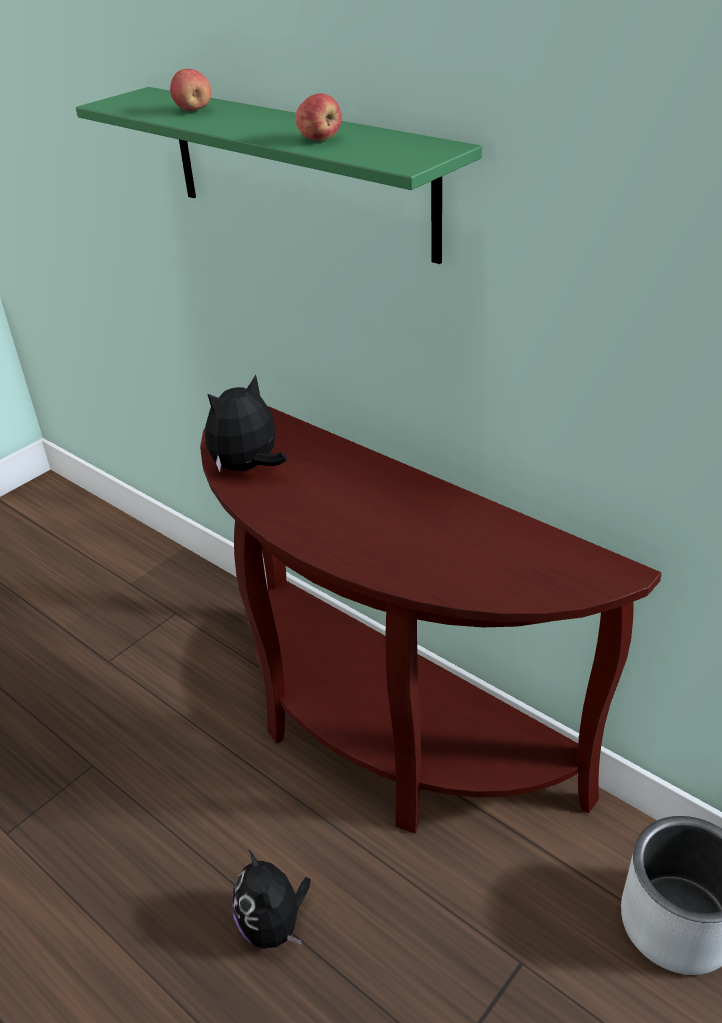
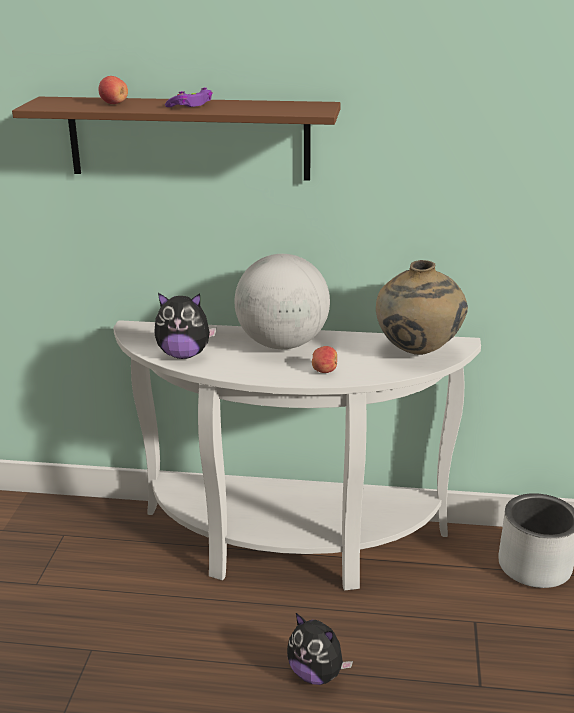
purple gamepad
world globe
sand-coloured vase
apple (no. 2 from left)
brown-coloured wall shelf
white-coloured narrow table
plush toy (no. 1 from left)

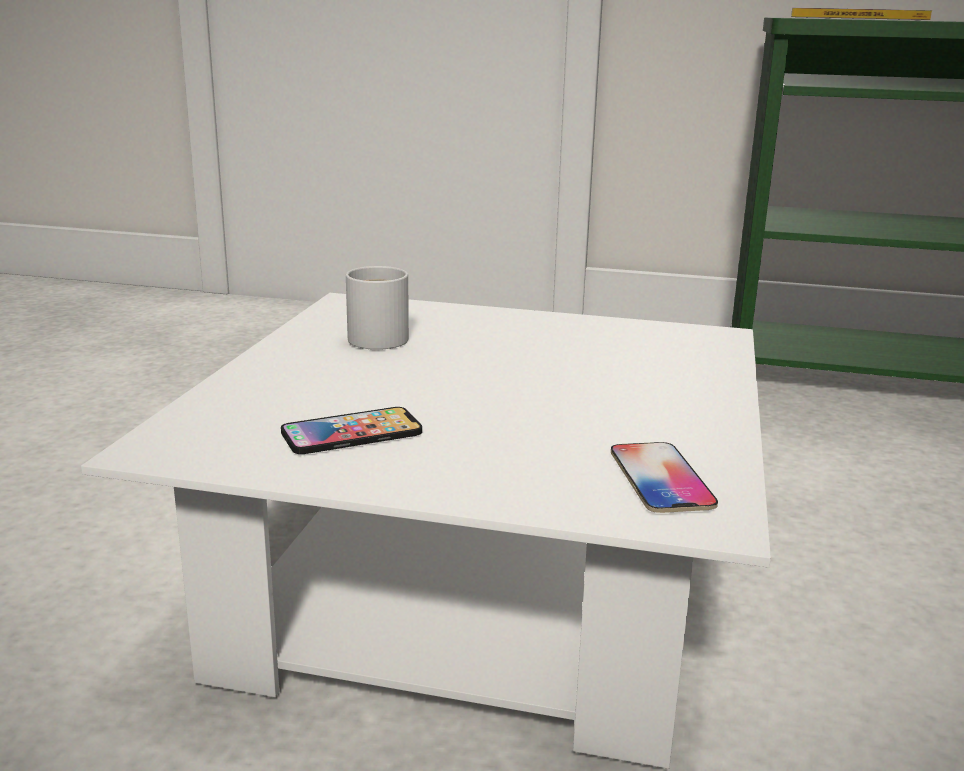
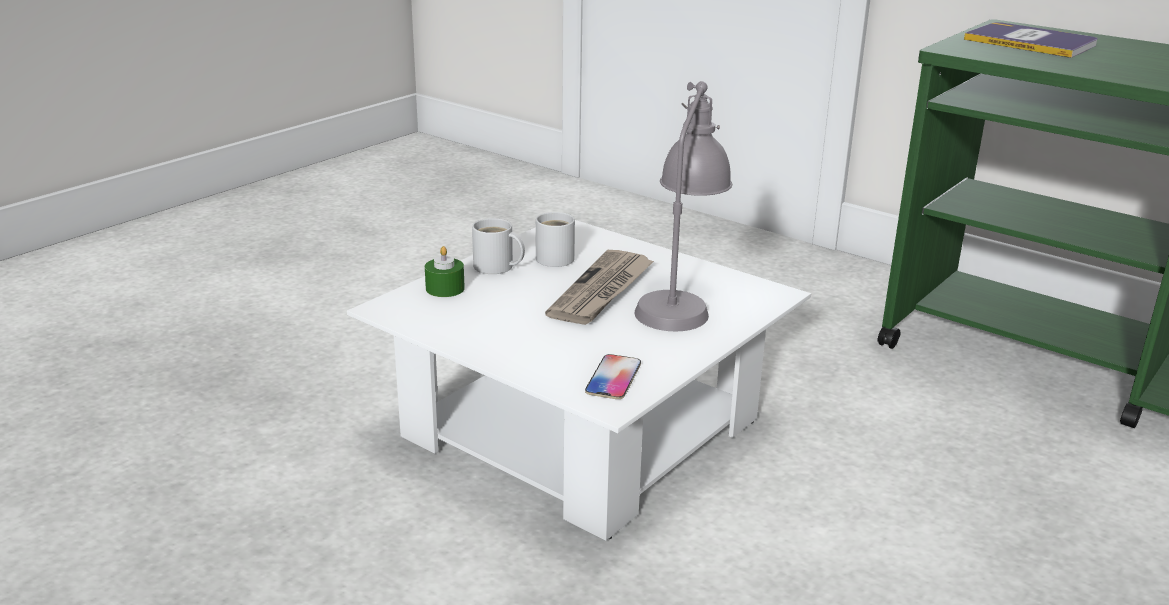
telephone (no. 1 from left in the first image)
greenish candle
white-coloured coffee mug (no. 1 from left)
printed paper
grey tabletop lamp

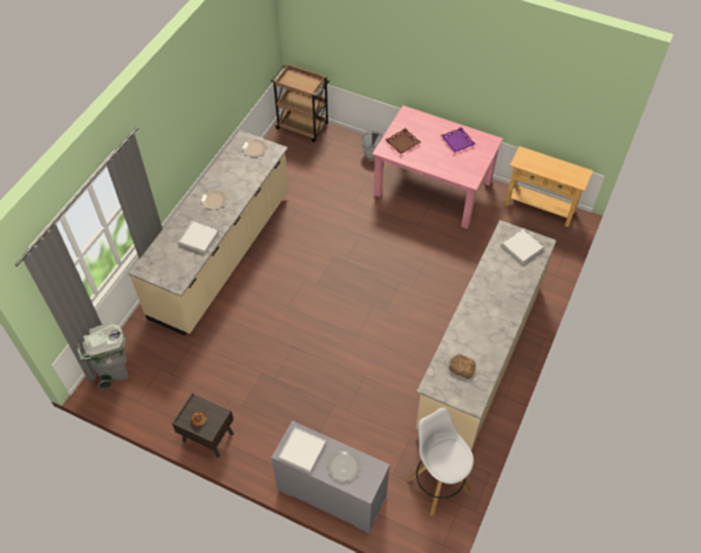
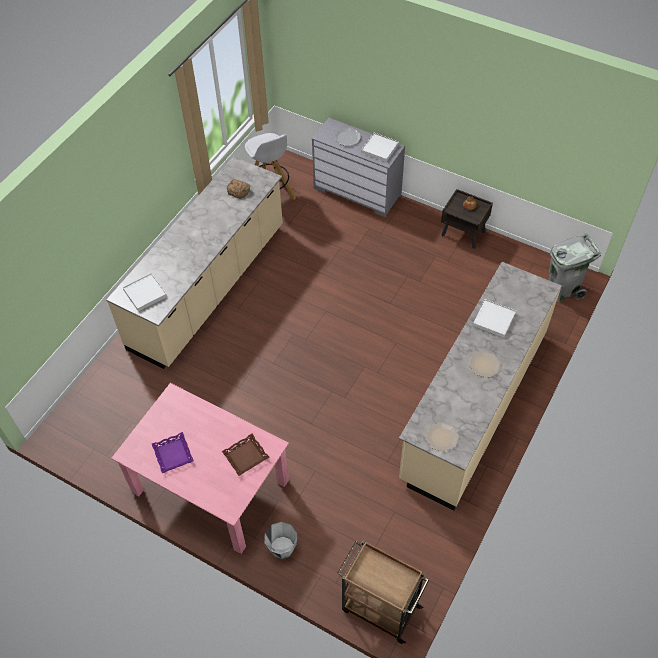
sand-coloured narrow table

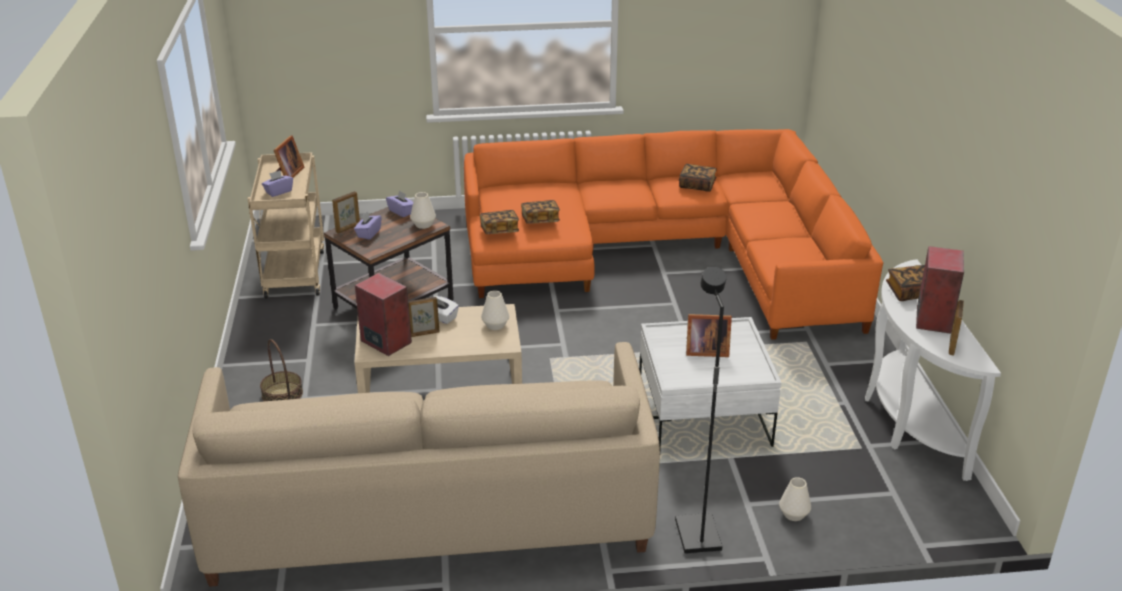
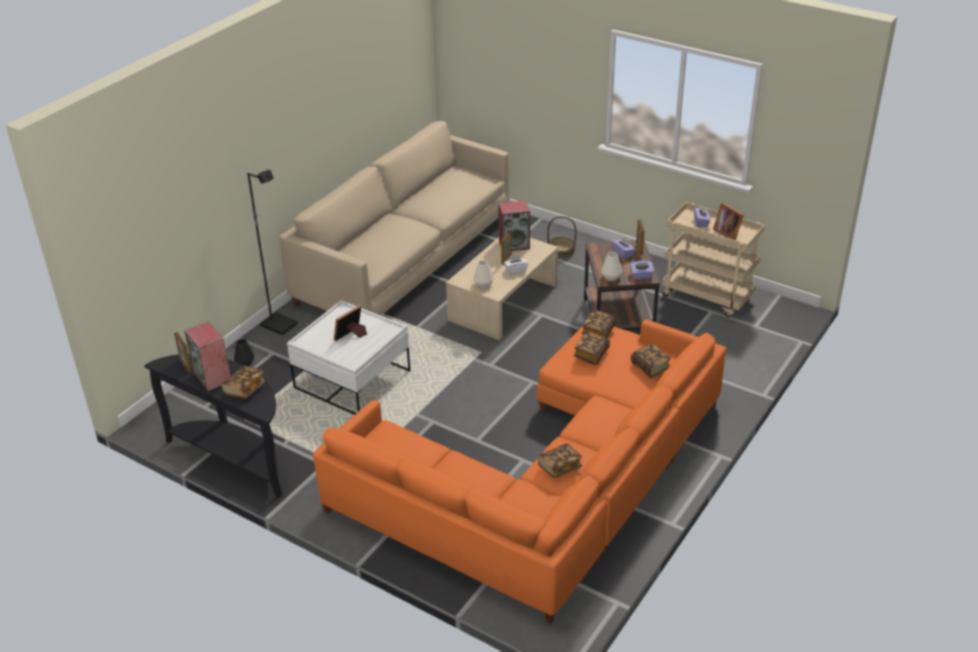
bound book (no. 5 from left)
black vase
black narrow table

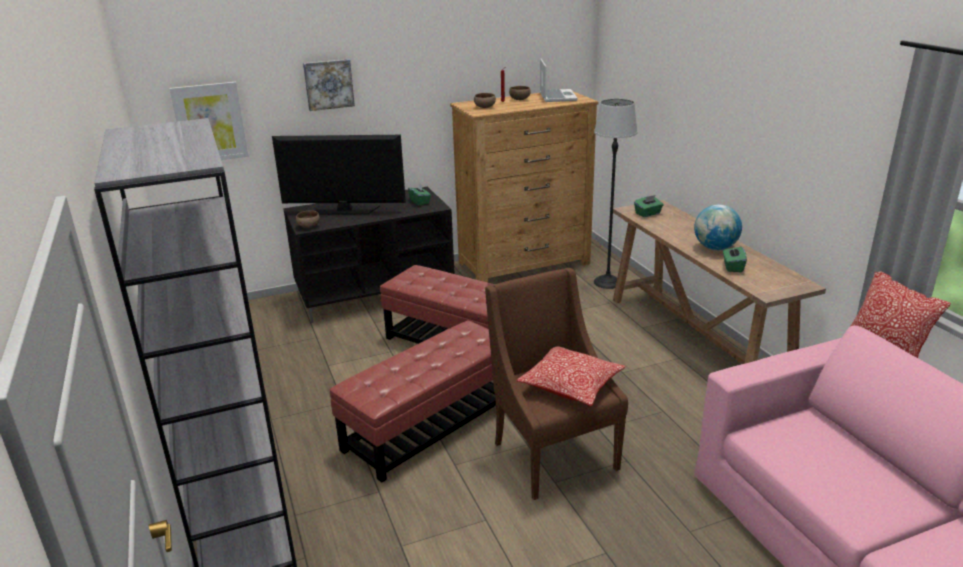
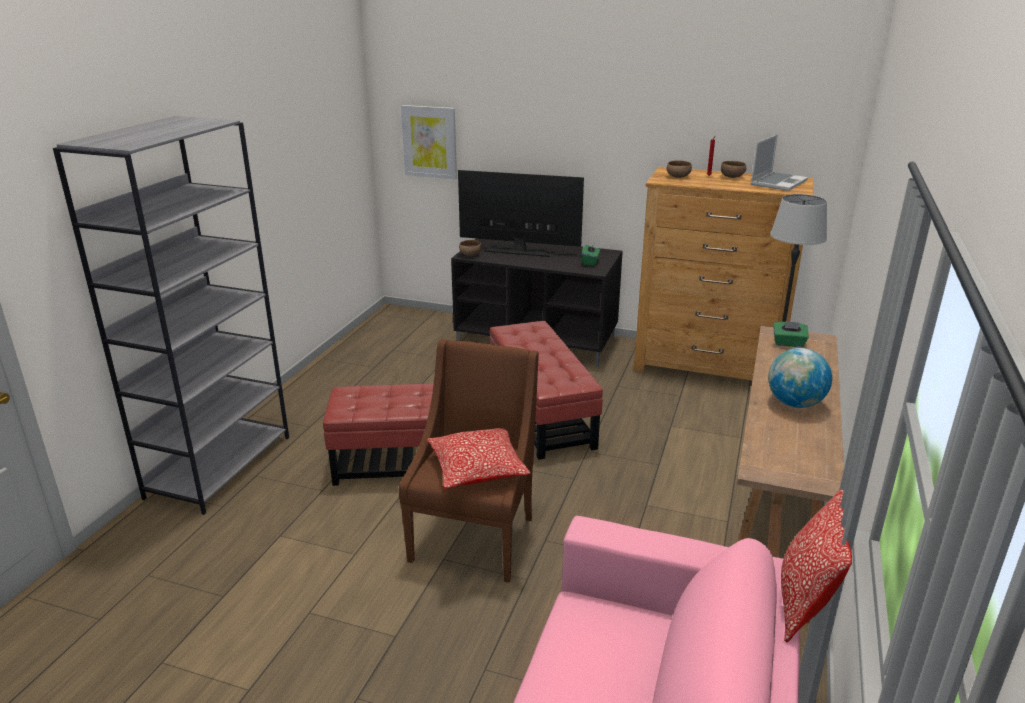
wall art (no. 2 from left in the first image)
greenish tissue box (no. 3 from left in the first image)
TV set

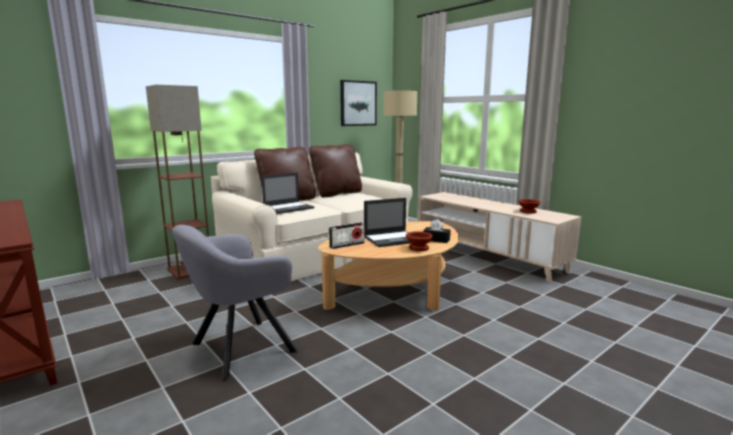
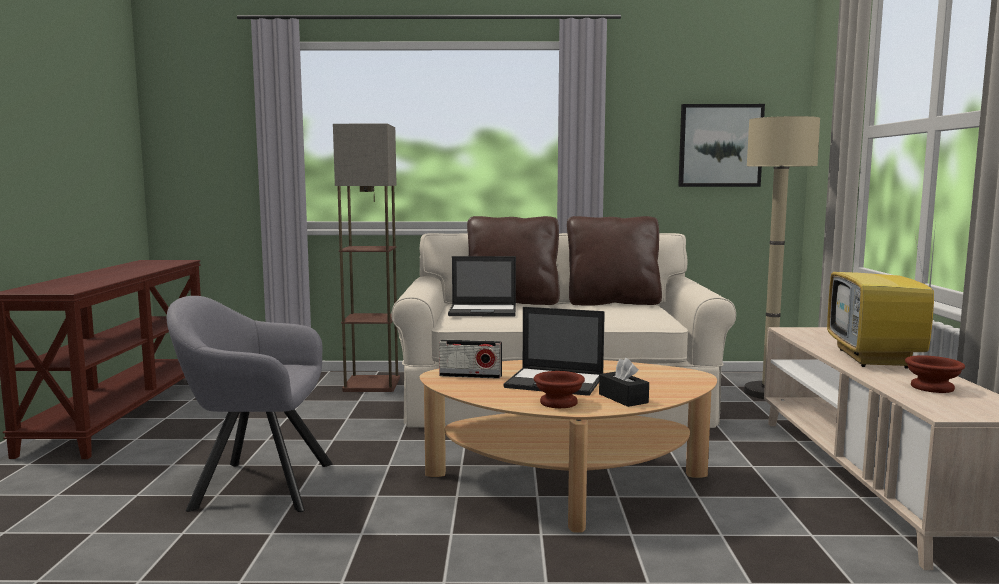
TV set

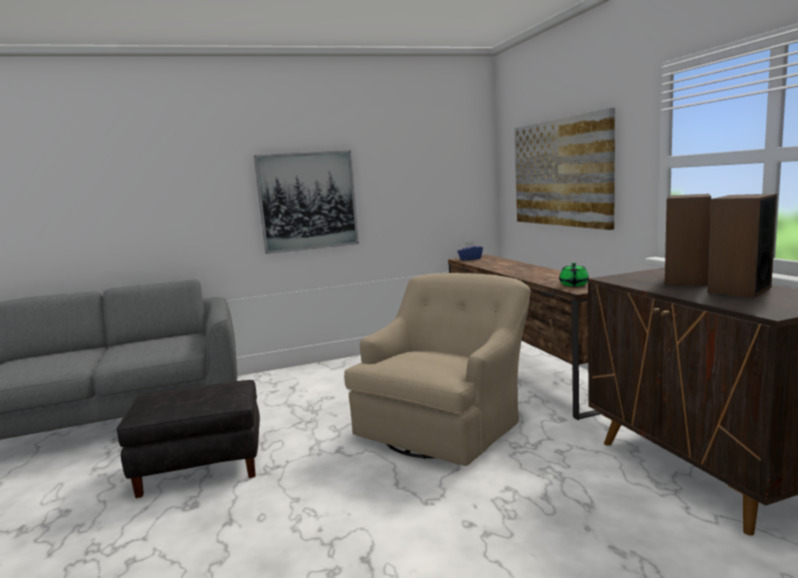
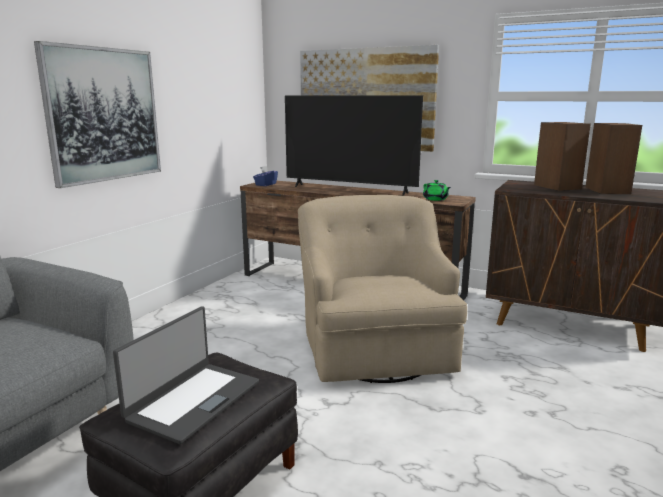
portable computer
TV set

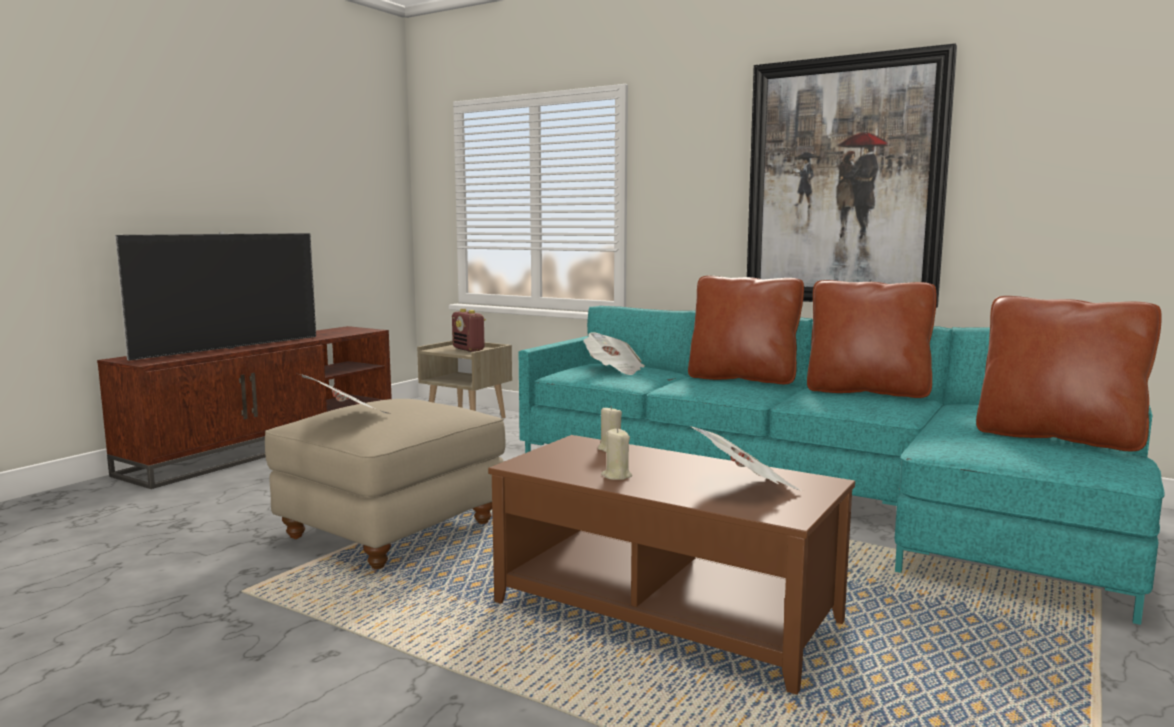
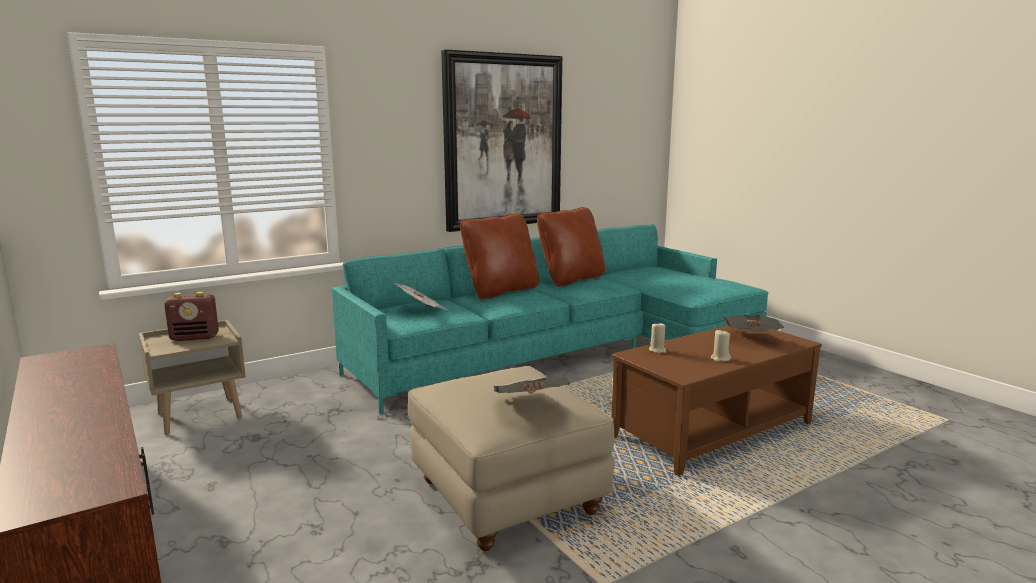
TV set
brown-coloured throw pillow (no. 3 from left in the first image)

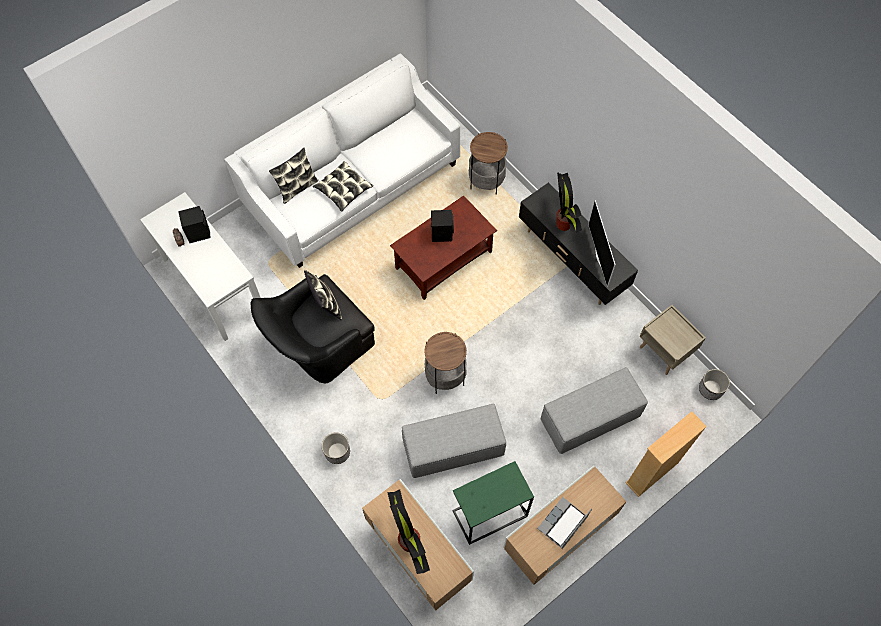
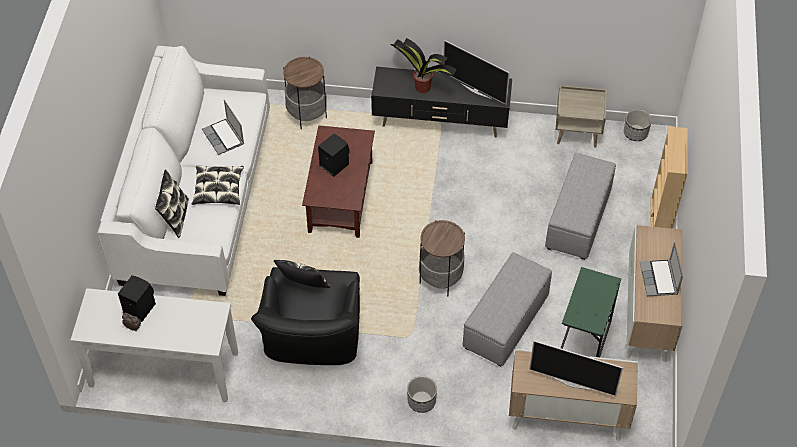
portable computer (no. 1 from left)
TV set (no. 2 from left)

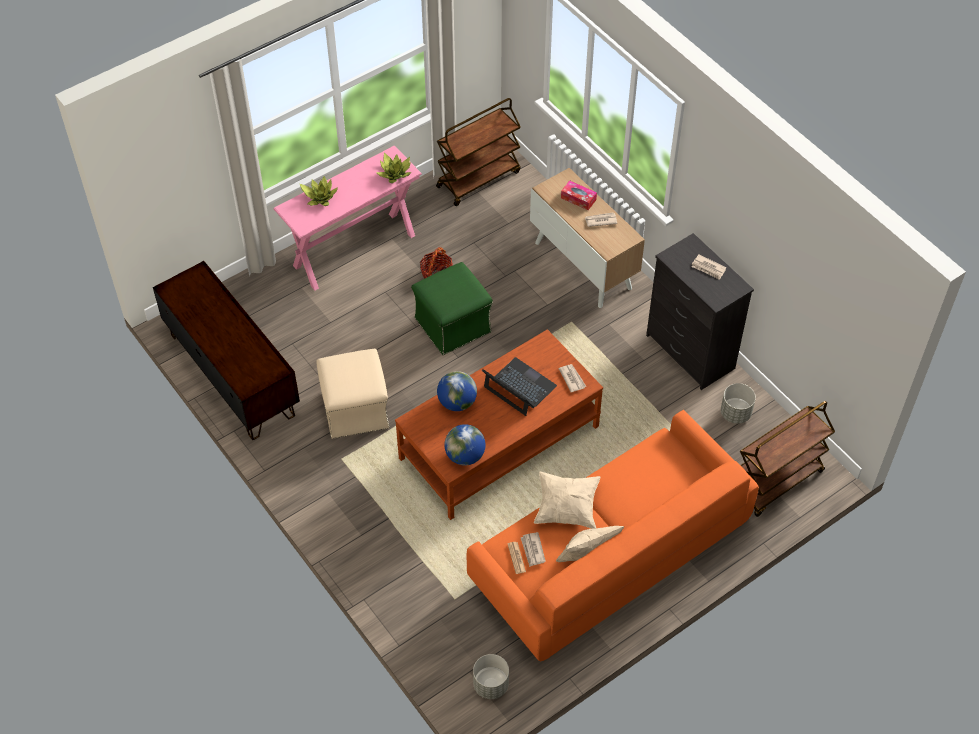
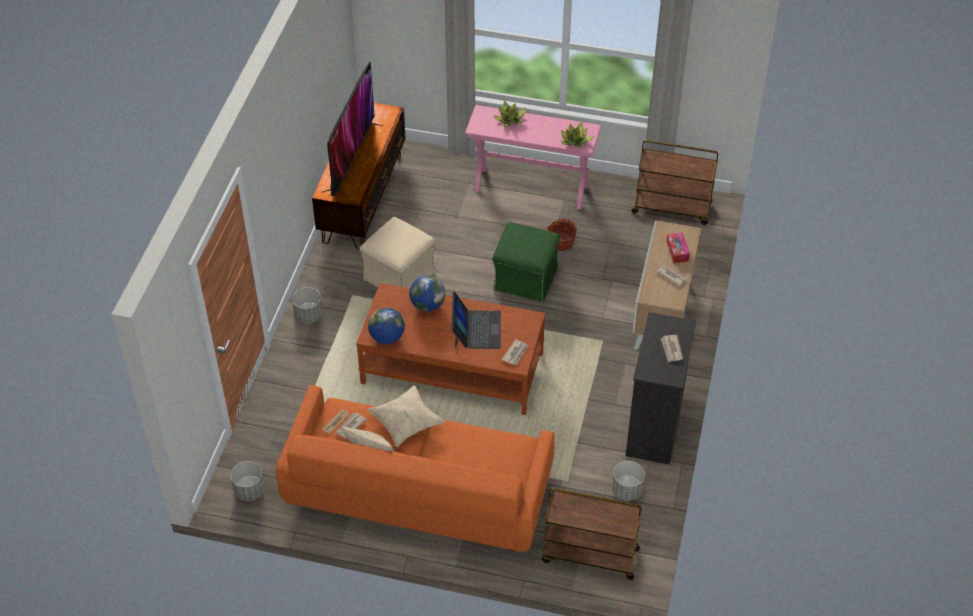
grey planter (no. 2 from left)
TV set

